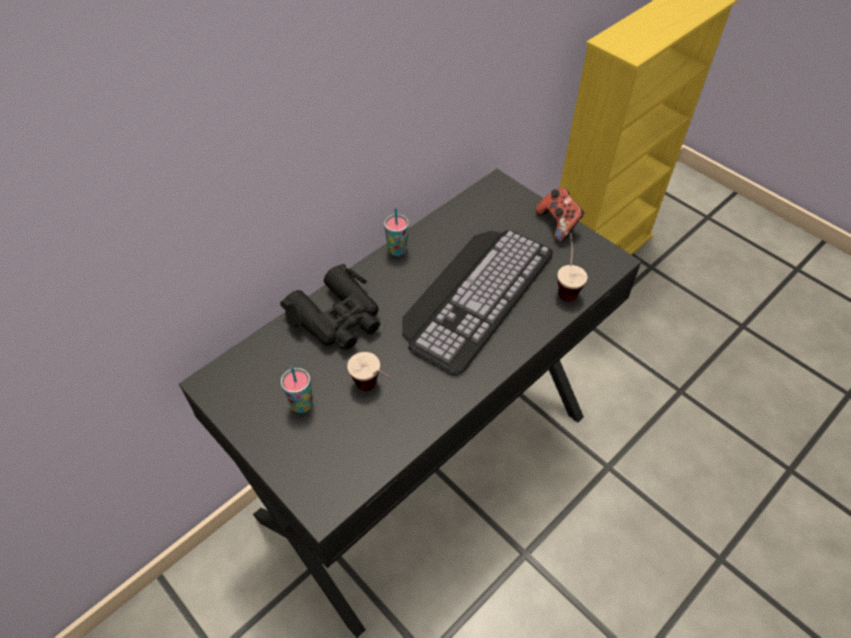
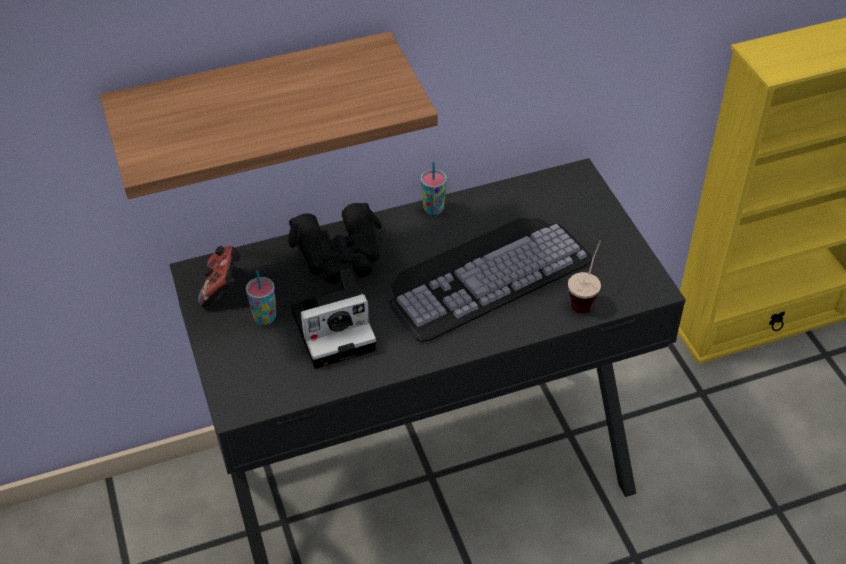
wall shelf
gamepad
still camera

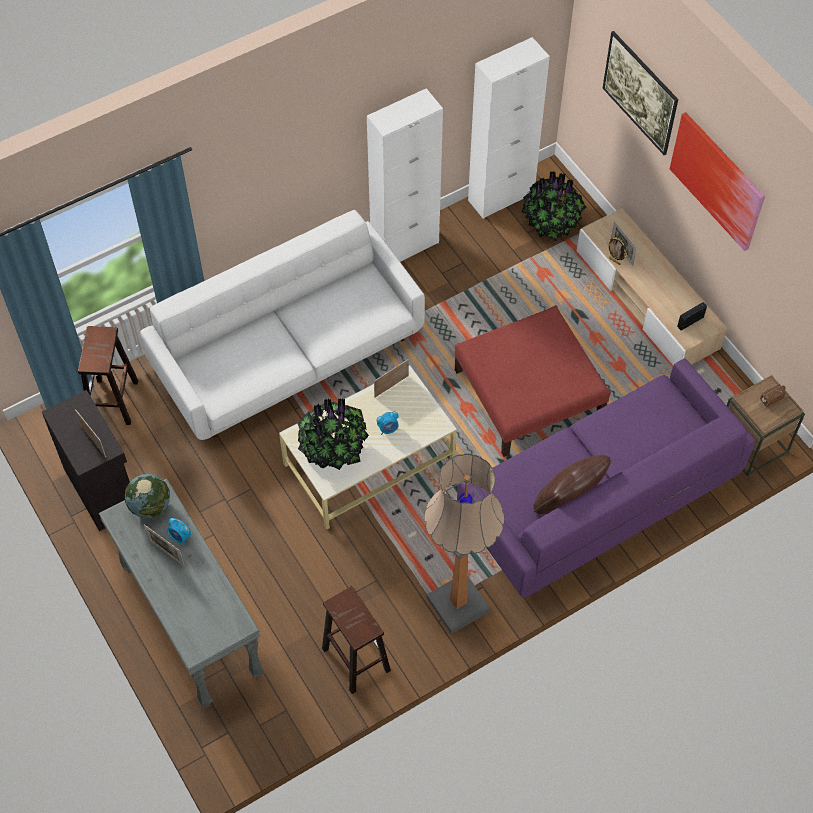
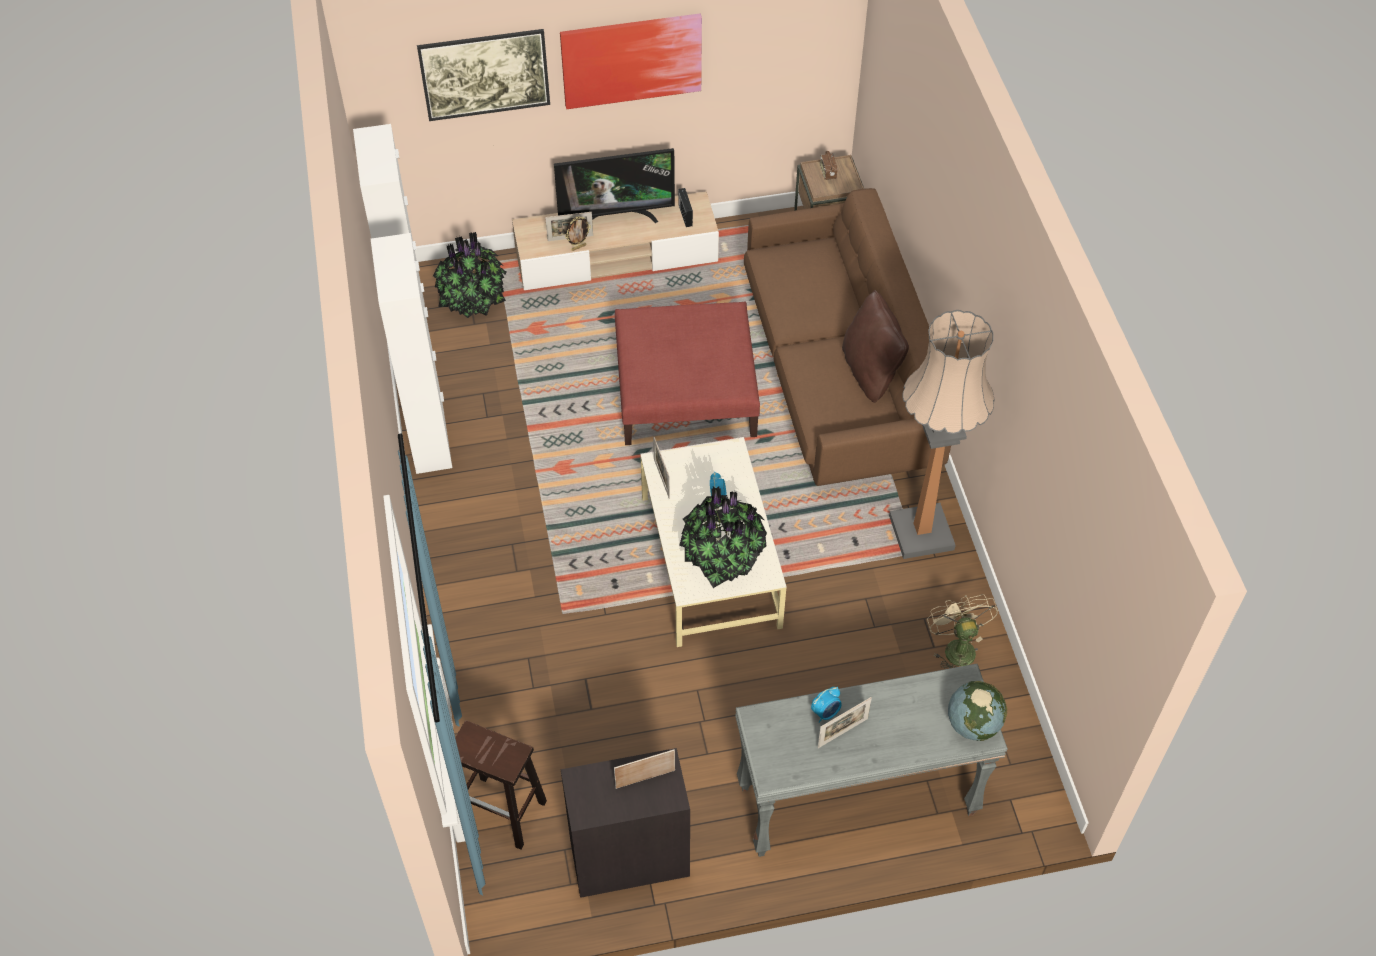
white-coloured couch
TV set
world globe
sand-coloured cooling fan
brown-coloured couch

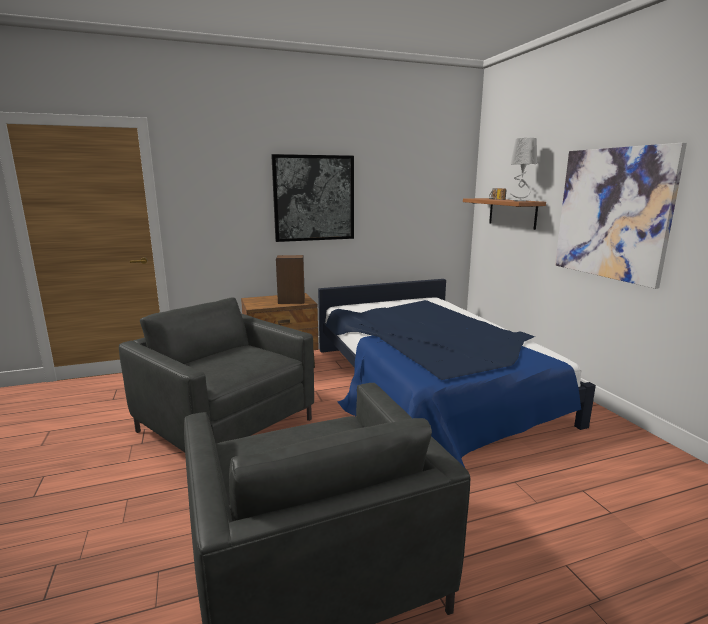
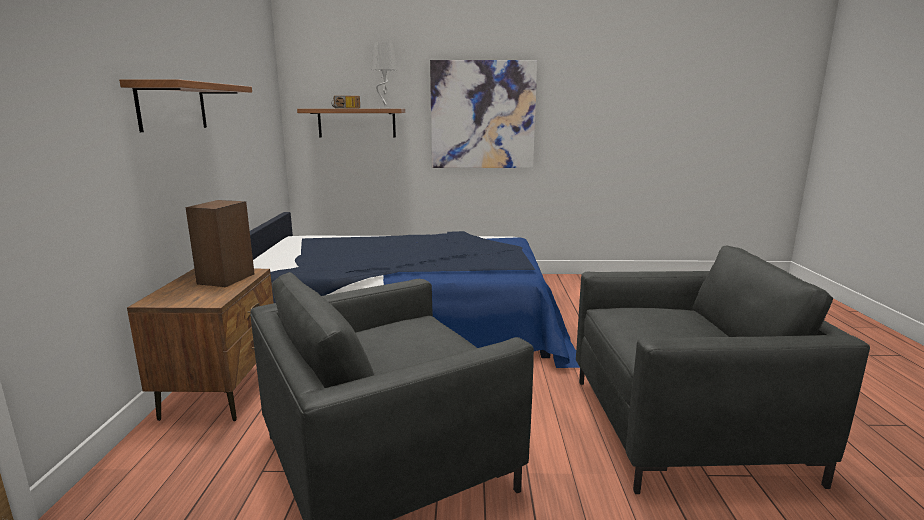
wall shelf (no. 1 from left)

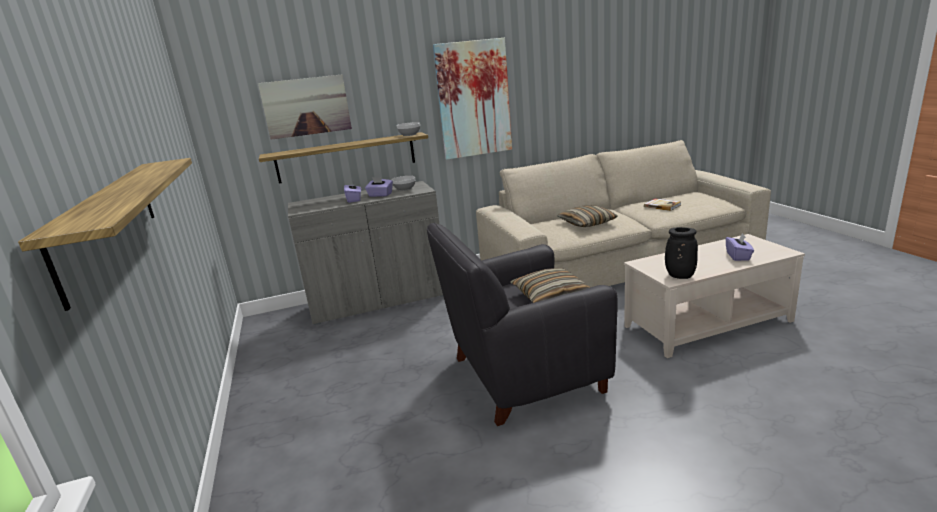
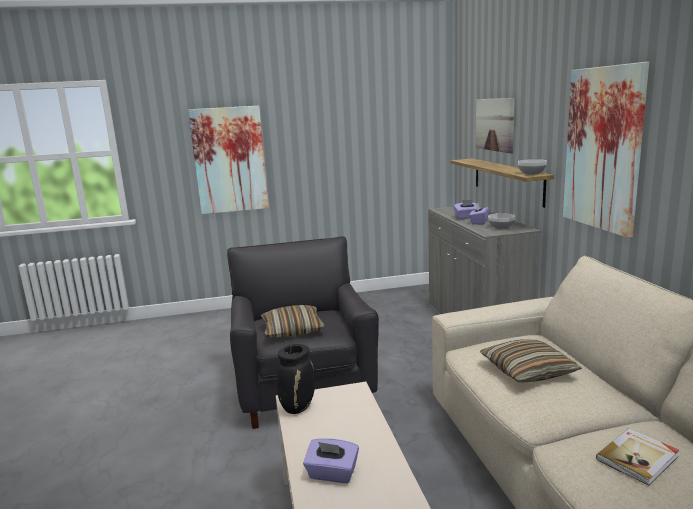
wall art (no. 1 from left)

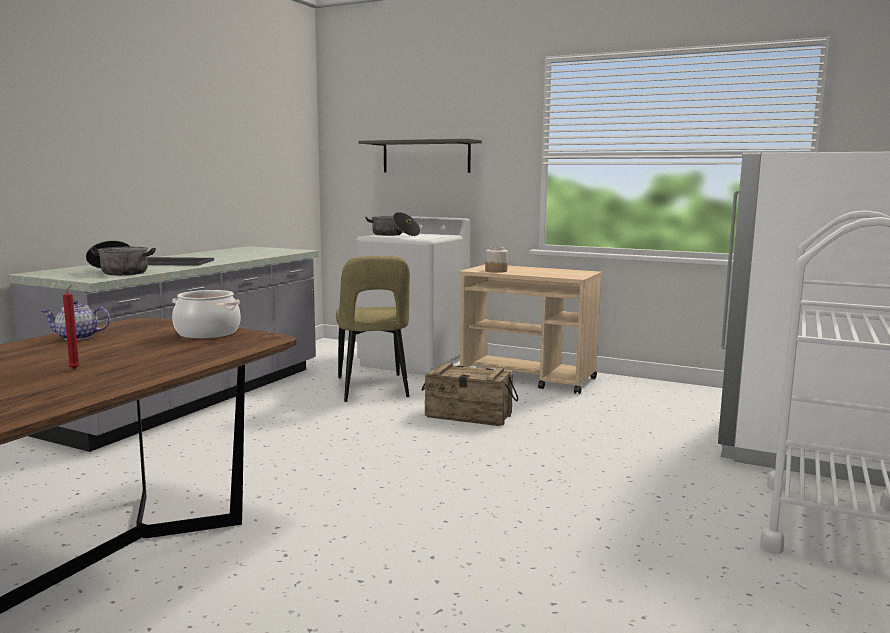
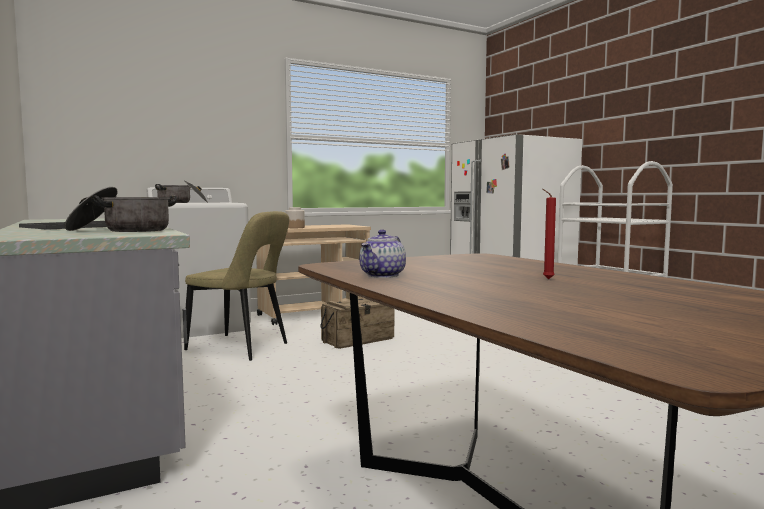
saucepot (no. 2 from left in the first image)
wall shelf

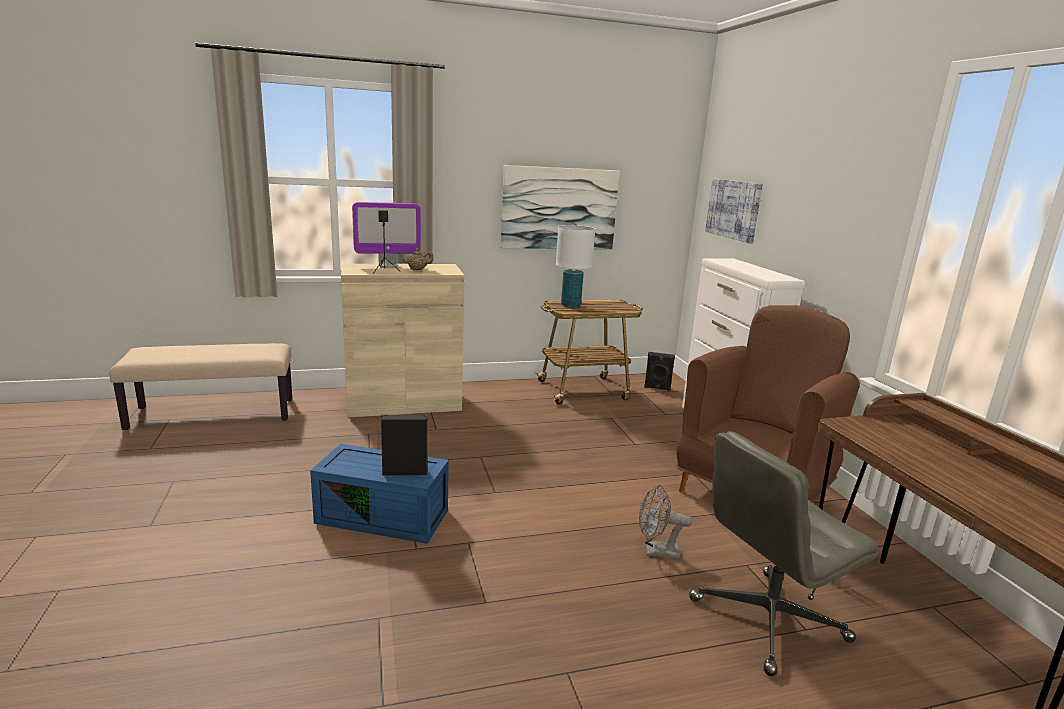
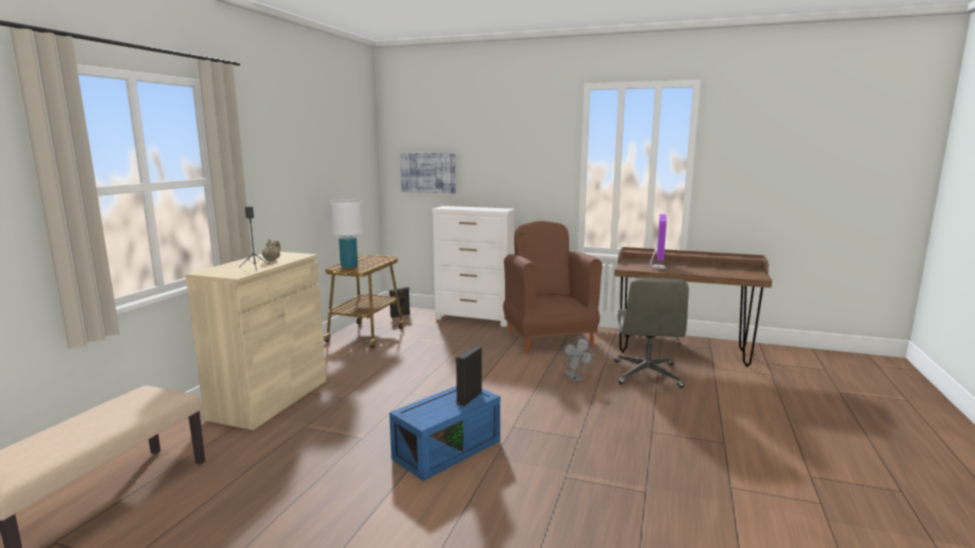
wall art (no. 1 from left in the first image)
computer screen
grey cooling fan

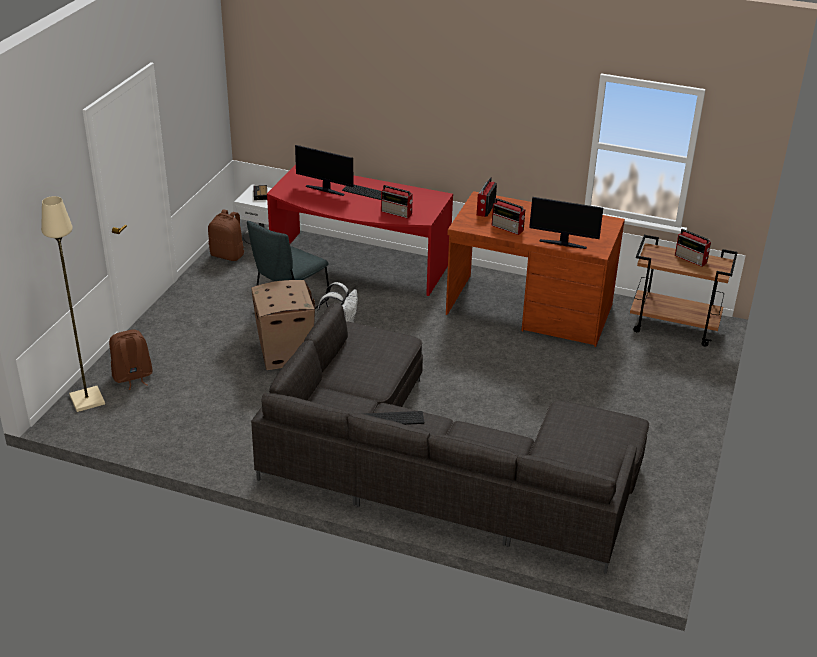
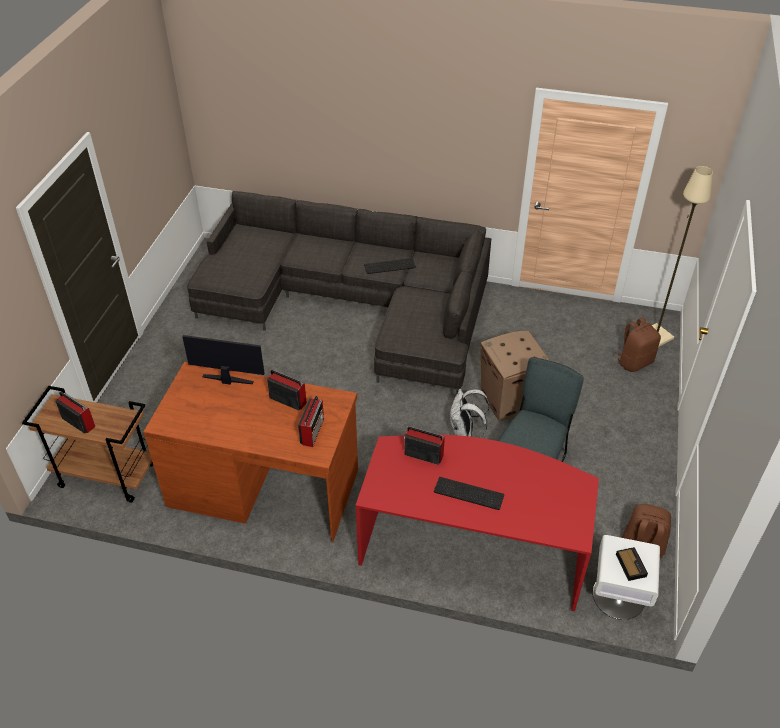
computer screen (no. 1 from left in the first image)

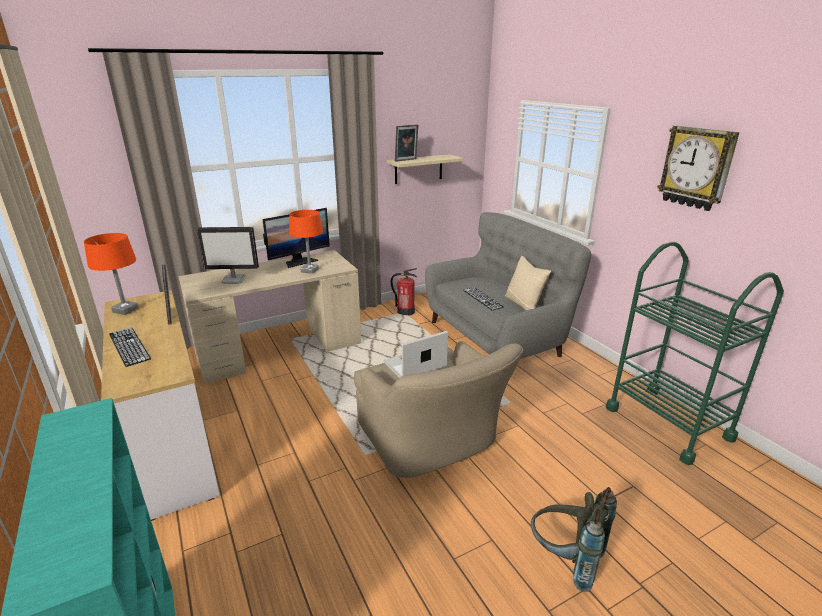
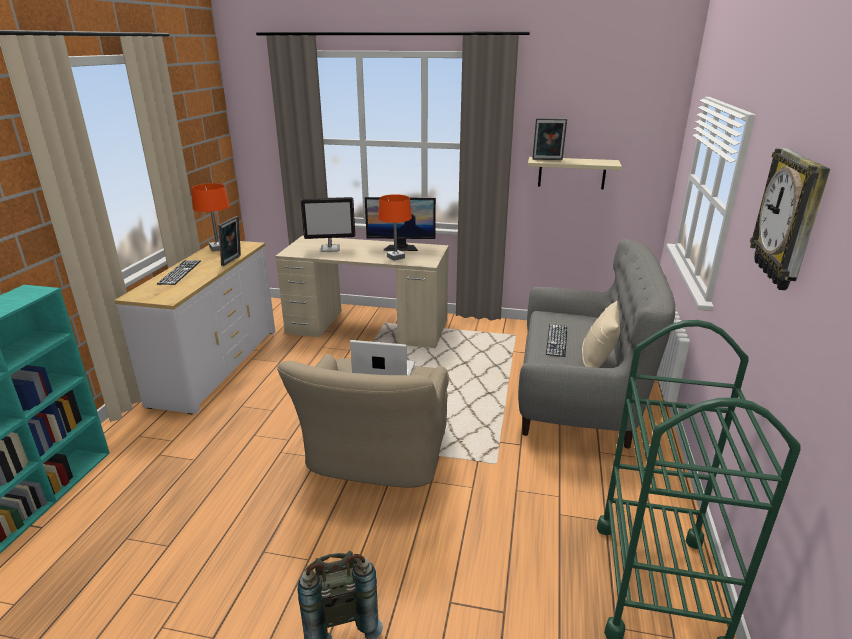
extinguisher
computer screen (no. 1 from left)

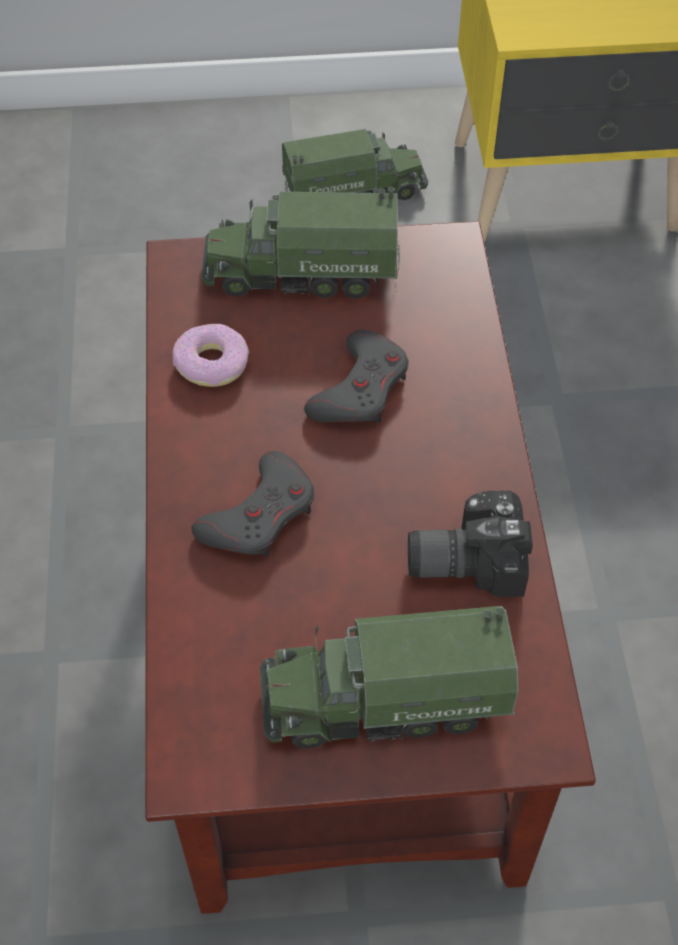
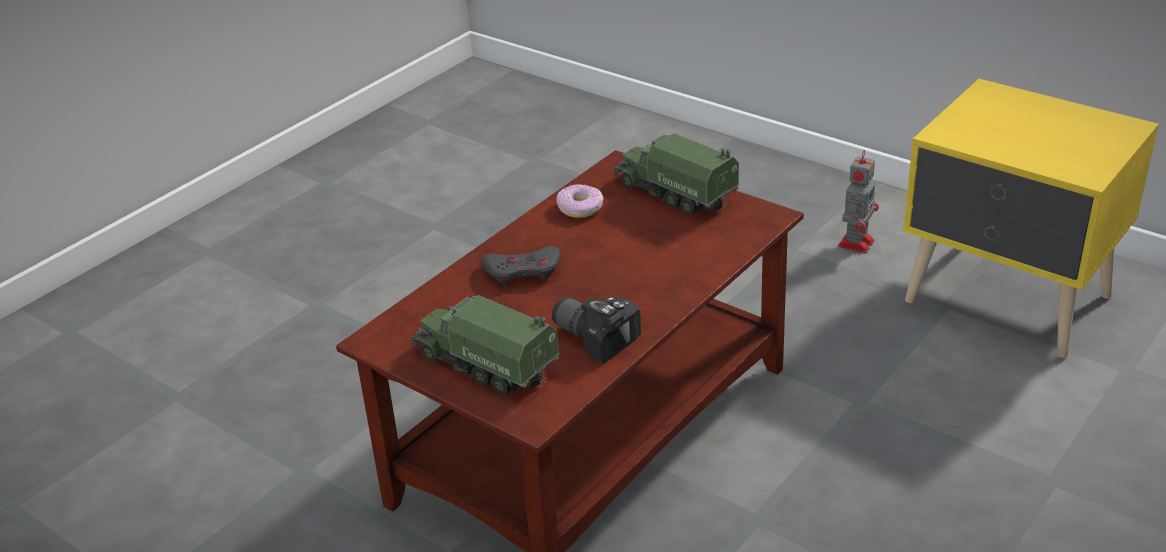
grey gamepad (no. 2 from left in the first image)
toy robot

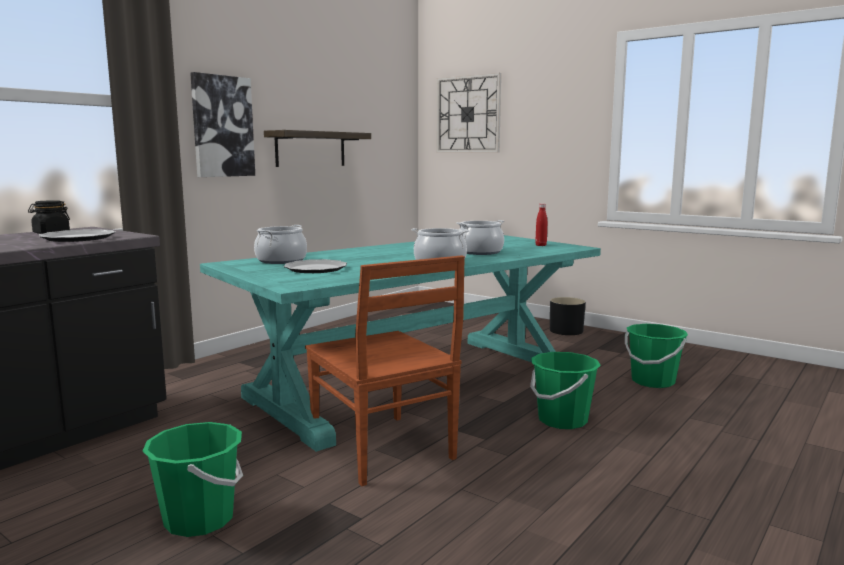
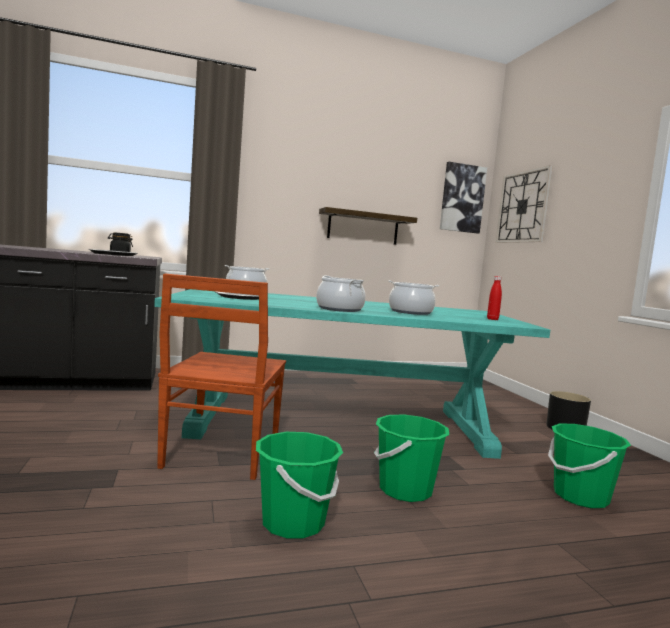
greenish bucket (no. 1 from left)
wall art

